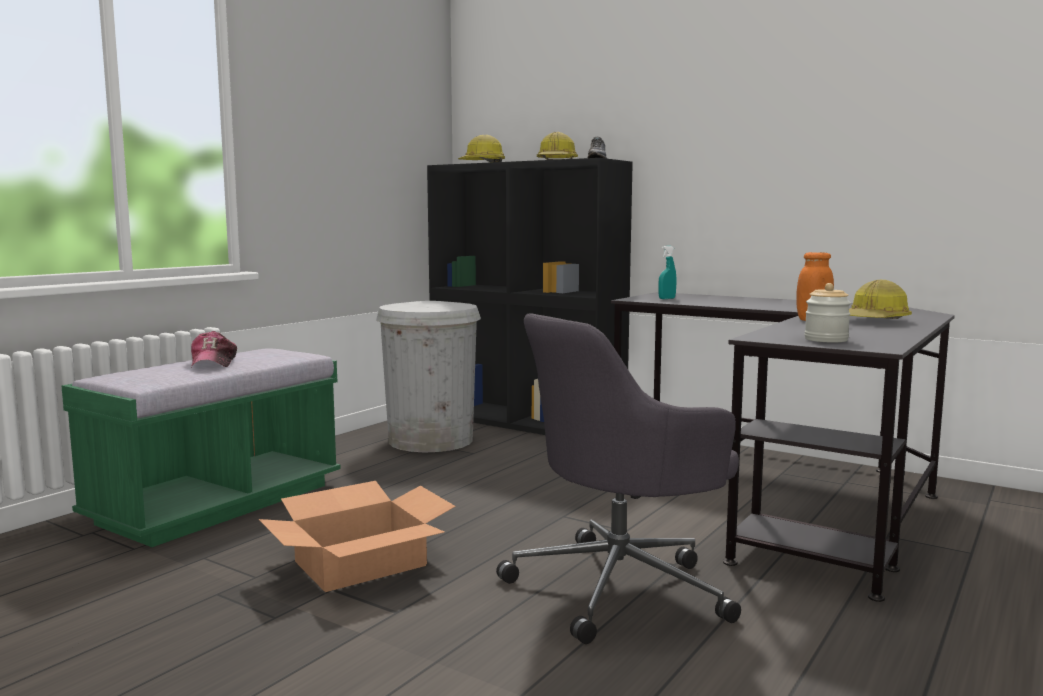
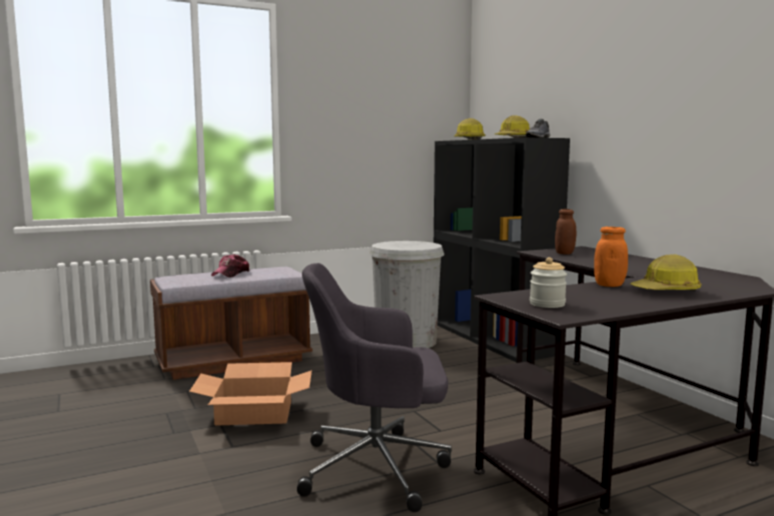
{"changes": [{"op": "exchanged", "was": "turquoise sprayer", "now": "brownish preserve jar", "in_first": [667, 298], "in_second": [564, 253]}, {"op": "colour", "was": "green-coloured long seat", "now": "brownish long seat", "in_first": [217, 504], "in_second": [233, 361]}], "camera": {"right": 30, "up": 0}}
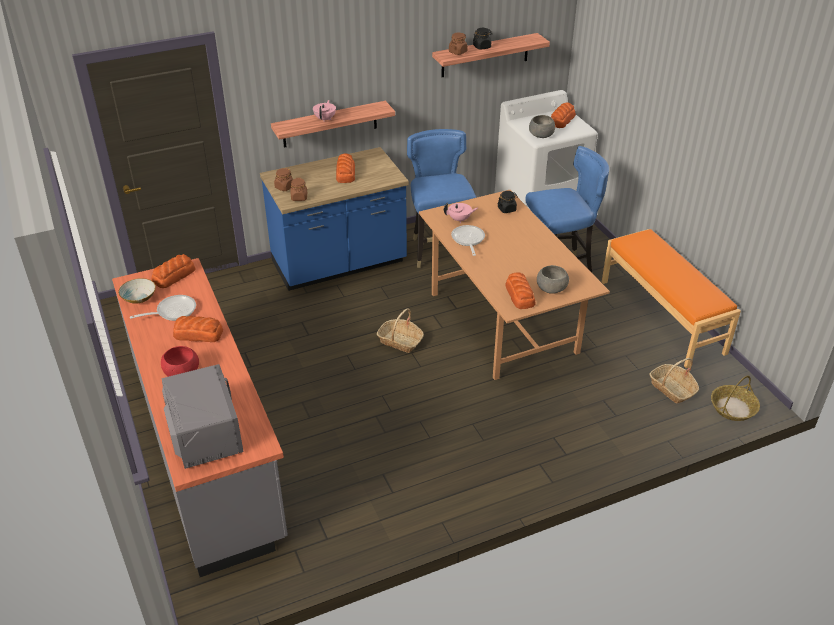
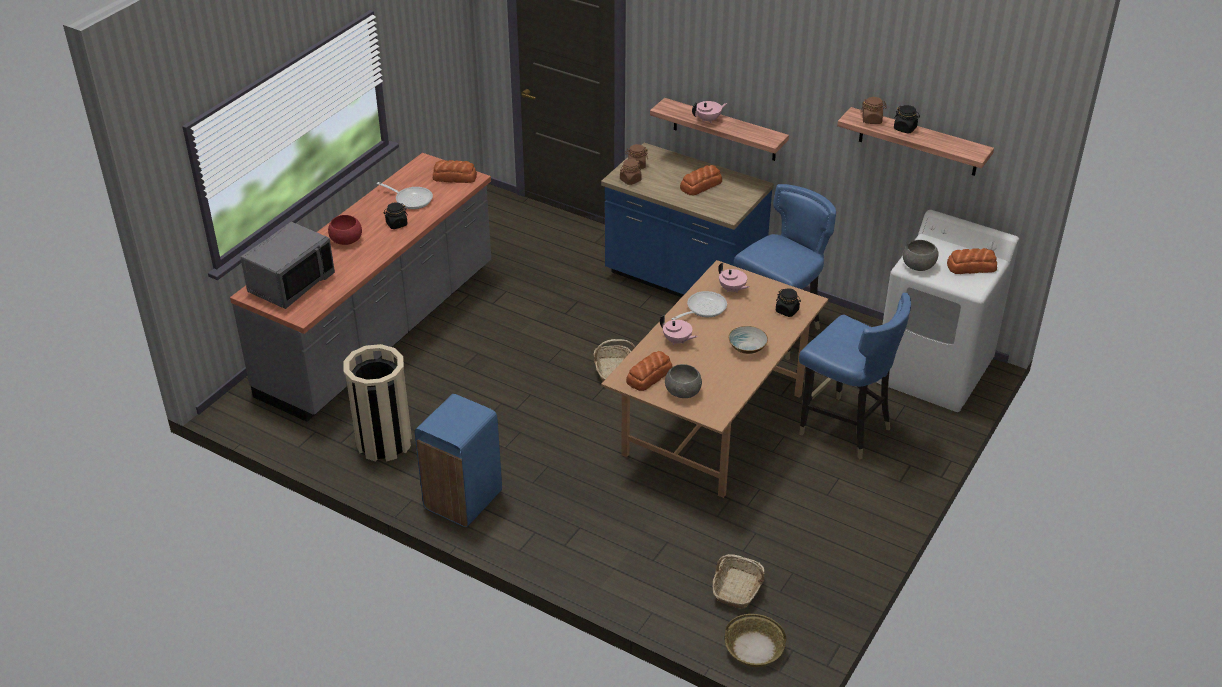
{"changes": [{"op": "missing", "was": "orange long seat", "in_first": [662, 316]}, {"op": "relocated", "was": "serving bowl", "in_first": [138, 298], "in_second": [747, 347]}, {"op": "exchanged", "was": "bakery bread", "now": "black-coloured preserve jar", "in_first": [198, 334], "in_second": [396, 224]}, {"op": "appeared", "now": "pink tea pot", "in_second": [677, 341]}, {"op": "appeared", "now": "beige-coloured waste bin", "in_second": [384, 442]}, {"op": "appeared", "now": "blue waste bin", "in_second": [462, 500]}], "camera": {"right": 55, "up": 0}}
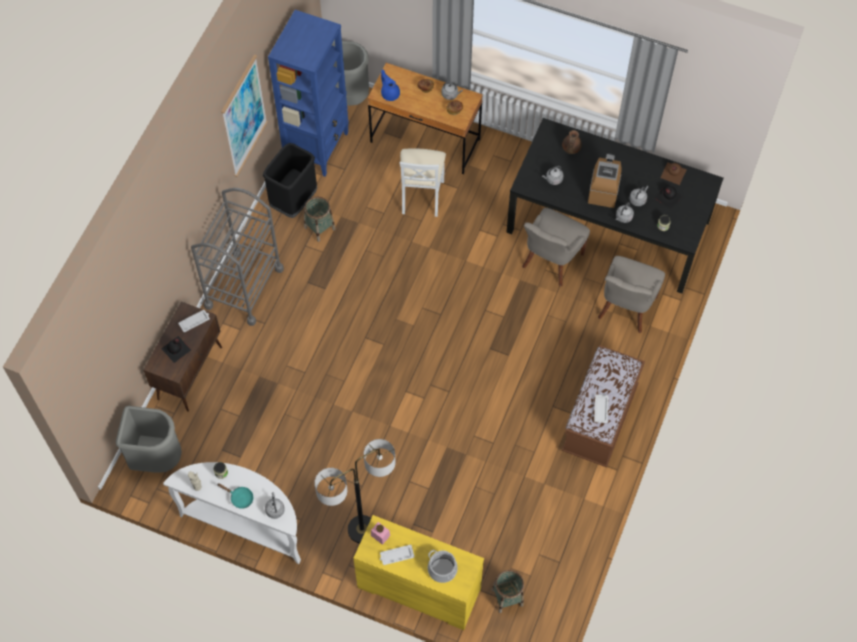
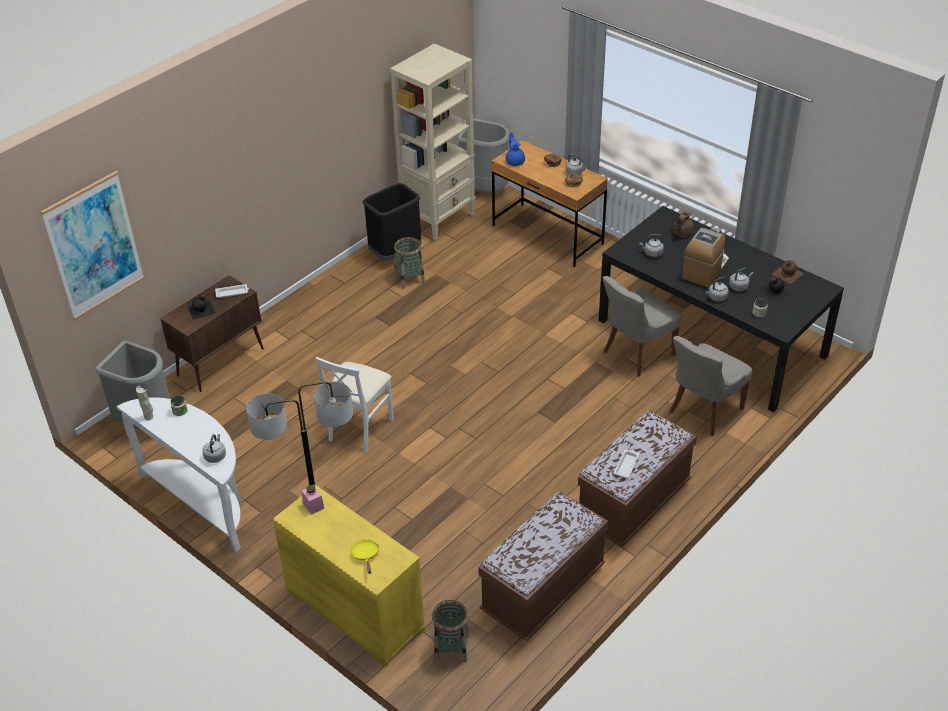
{"changes": [{"op": "colour", "was": "blue bookcase", "now": "beige-coloured bookcase", "in_first": [317, 147], "in_second": [439, 219]}, {"op": "relocated", "was": "picture", "in_first": [244, 116], "in_second": [94, 246]}, {"op": "relocated", "was": "white plain chair", "in_first": [421, 196], "in_second": [360, 428]}, {"op": "missing", "was": "grey trolley", "in_first": [244, 287]}, {"op": "missing", "was": "turquoise skillet", "in_first": [239, 498]}, {"op": "missing", "was": "white tray", "in_first": [396, 556]}, {"op": "exchanged", "was": "saucepot", "now": "yellow-coloured skillet", "in_first": [442, 569], "in_second": [366, 556]}, {"op": "appeared", "now": "brownish long seat", "in_second": [543, 590]}], "camera": {"right": 20, "up": -20}}
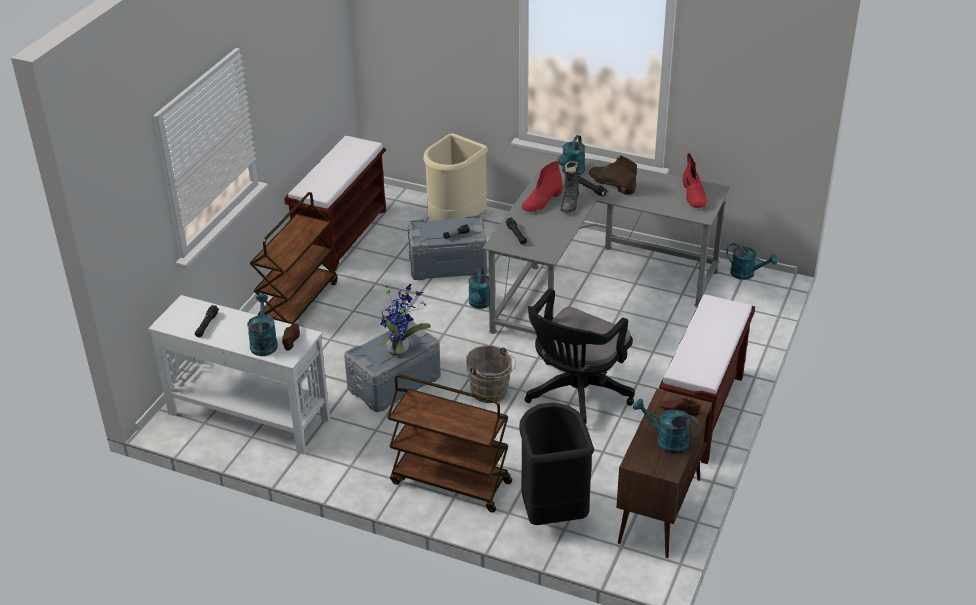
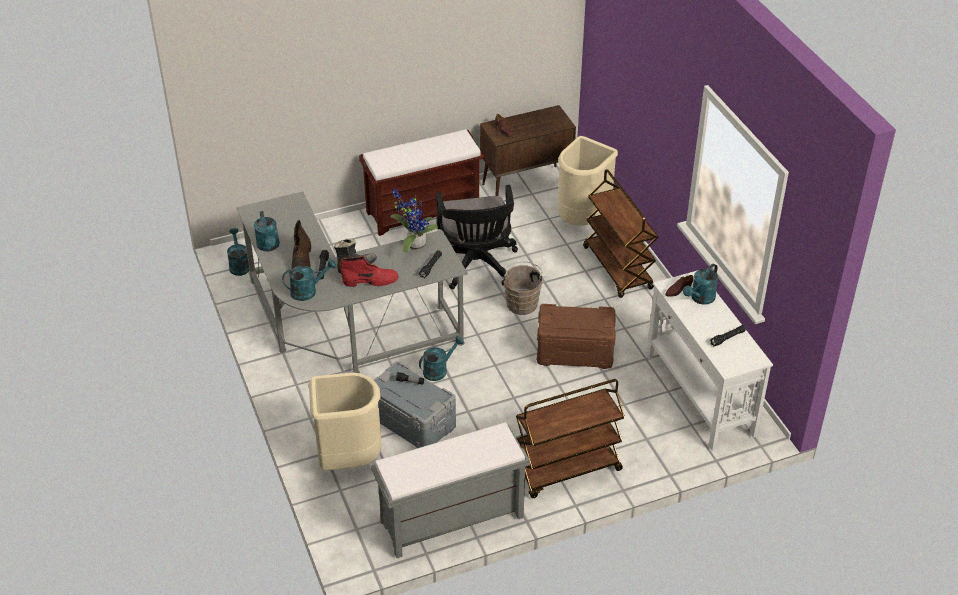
{"changes": [{"op": "colour", "was": "brownish long seat", "now": "grey long seat", "in_first": [342, 235], "in_second": [450, 520]}, {"op": "missing", "was": "red-coloured high-top boot", "in_first": [694, 195]}, {"op": "relocated", "was": "potted plant", "in_first": [401, 349], "in_second": [413, 244]}, {"op": "spun", "was": "black-coloured desk chair", "in_first": [575, 396], "in_second": [475, 266], "clockwise": 90}, {"op": "colour", "was": "grey storage container", "now": "brownish storage container", "in_first": [393, 383], "in_second": [575, 352]}, {"op": "relocated", "was": "turquoise sprinkling can", "in_first": [666, 441], "in_second": [269, 246]}, {"op": "colour", "was": "black-coloured waste bin", "now": "beige-coloured waste bin", "in_first": [552, 512], "in_second": [582, 219]}], "camera": {"right": -135, "up": 5}}
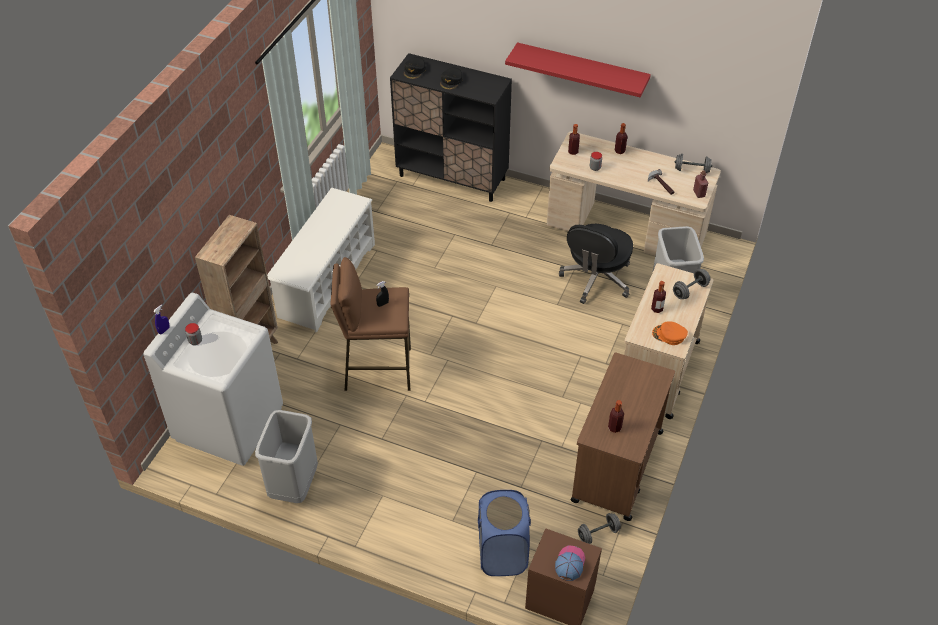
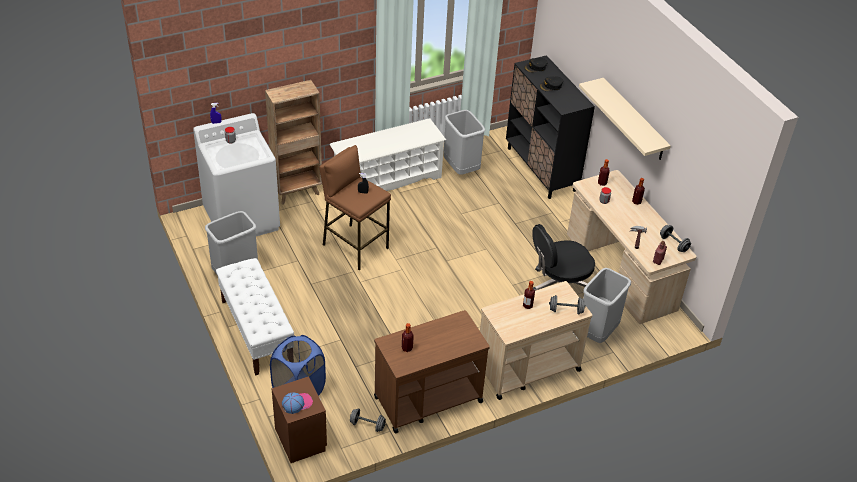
{"changes": [{"op": "colour", "was": "red-coloured bracket shelf", "now": "beige-coloured bracket shelf", "in_first": [581, 69], "in_second": [634, 120]}, {"op": "missing", "was": "orange baseball cap", "in_first": [669, 335]}, {"op": "appeared", "now": "grey waste bin", "in_second": [461, 168]}, {"op": "appeared", "now": "white long seat", "in_second": [256, 331]}], "camera": {"right": 40, "up": -5}}
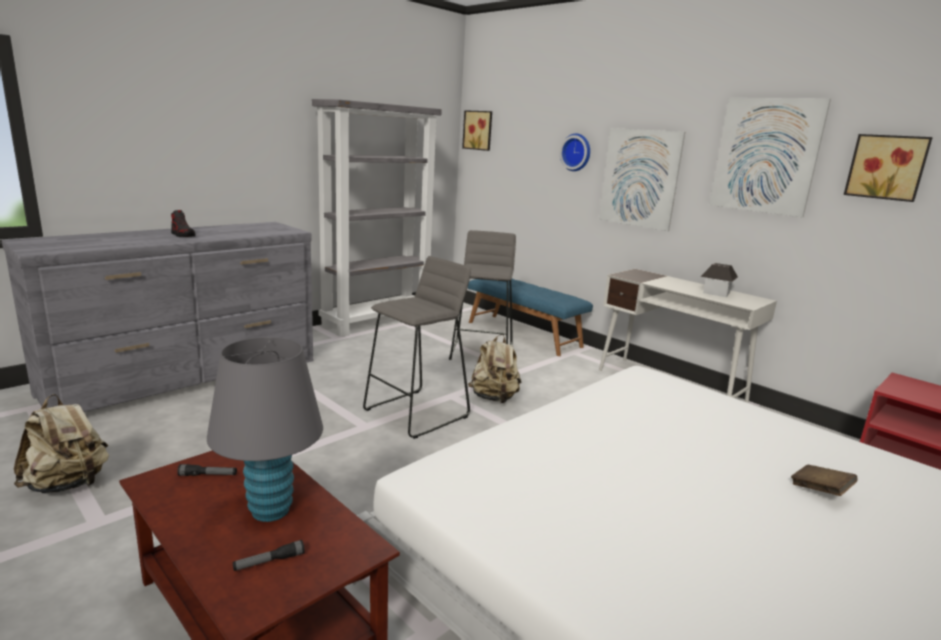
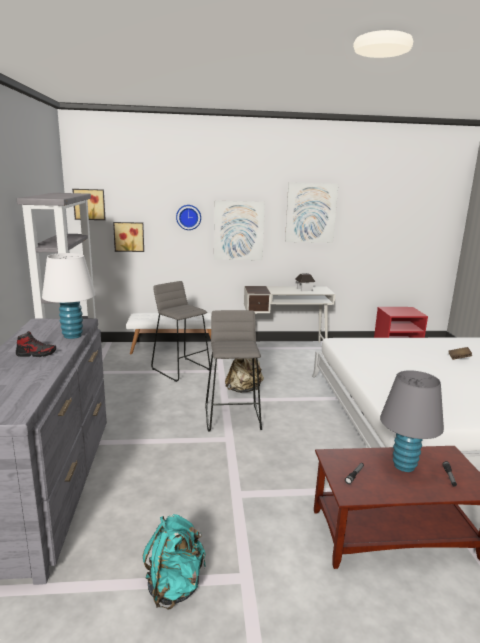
{"changes": [{"op": "relocated", "was": "picture", "in_first": [886, 167], "in_second": [129, 236]}, {"op": "colour", "was": "blue long seat", "now": "white long seat", "in_first": [524, 334], "in_second": [174, 348]}, {"op": "colour", "was": "beige-coloured rucksack", "now": "turquoise rucksack", "in_first": [68, 484], "in_second": [175, 586]}, {"op": "appeared", "now": "white table lamp", "in_second": [72, 336]}], "camera": {"right": -50, "up": 0}}
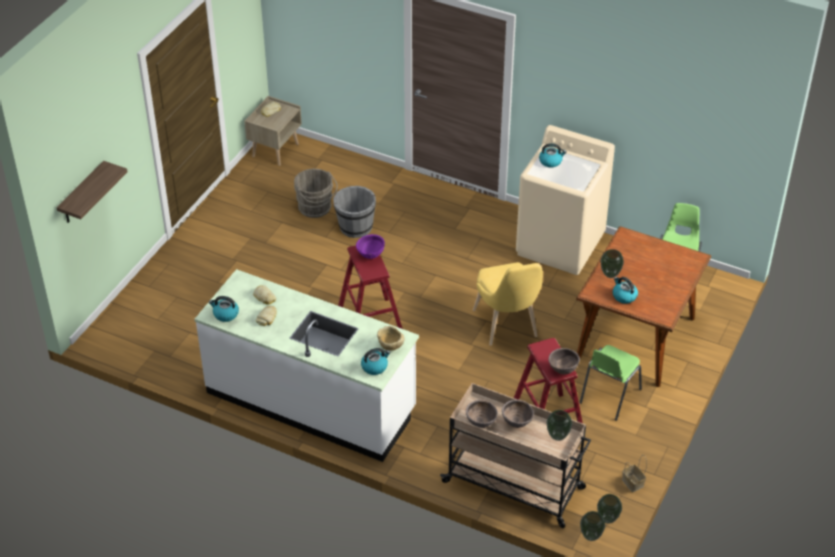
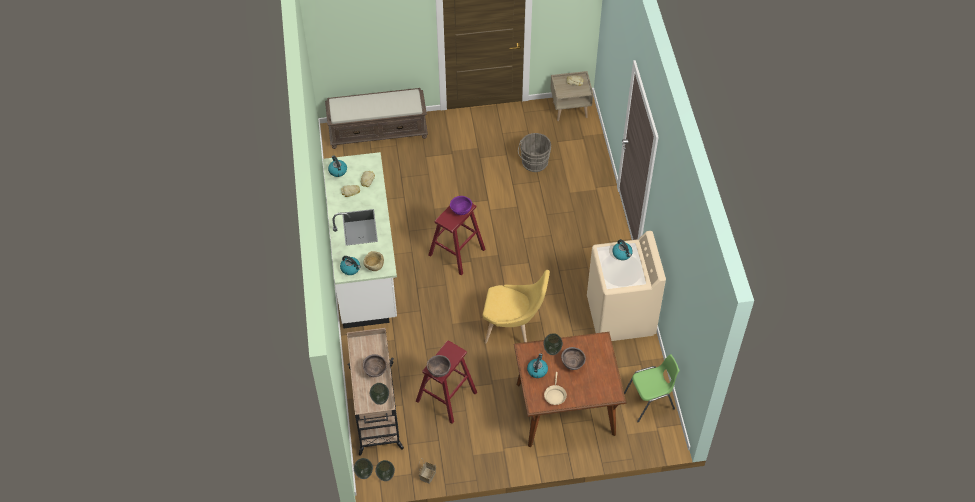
{"changes": [{"op": "missing", "was": "bracket shelf", "in_first": [82, 194]}, {"op": "missing", "was": "grey water bucket", "in_first": [355, 227]}, {"op": "spun", "was": "yellow-coloured plain chair", "in_first": [507, 327], "in_second": [513, 329], "clockwise": -120}, {"op": "missing", "was": "green-coloured plain chair", "in_first": [609, 396]}, {"op": "relocated", "was": "brownish serving bowl", "in_first": [481, 423], "in_second": [572, 364]}, {"op": "appeared", "now": "brownish long seat", "in_second": [378, 131]}, {"op": "appeared", "now": "beige-coloured skillet", "in_second": [555, 395]}], "camera": {"right": 55, "up": 10}}
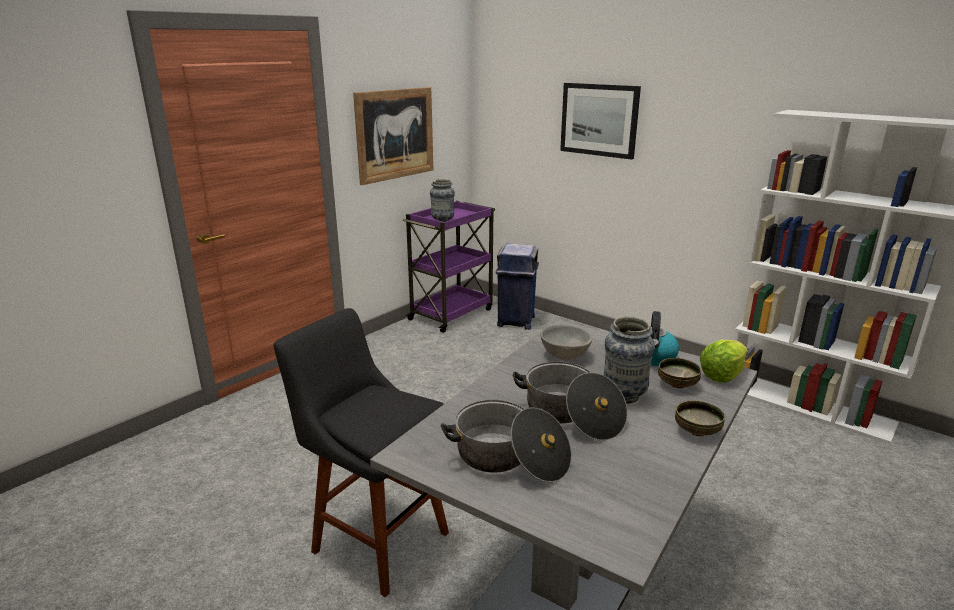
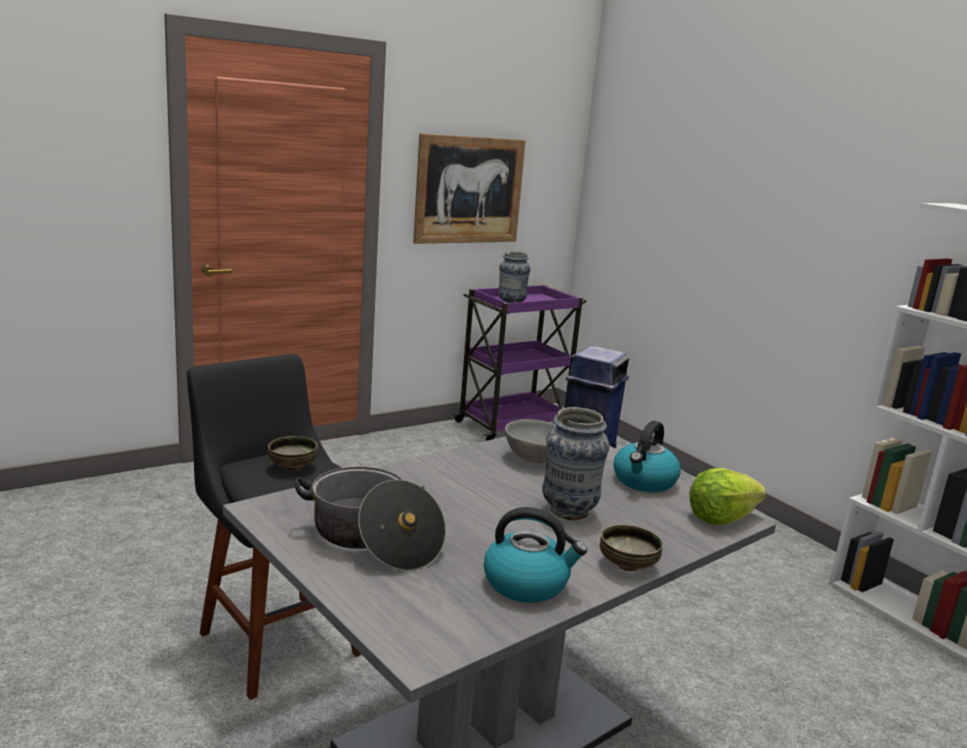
{"changes": [{"op": "missing", "was": "picture", "in_first": [599, 120]}, {"op": "relocated", "was": "serving bowl", "in_first": [678, 385], "in_second": [293, 467]}, {"op": "missing", "was": "saucepot", "in_first": [571, 415]}, {"op": "appeared", "now": "tea kettle", "in_second": [527, 583]}], "camera": {"right": 15, "up": -5}}
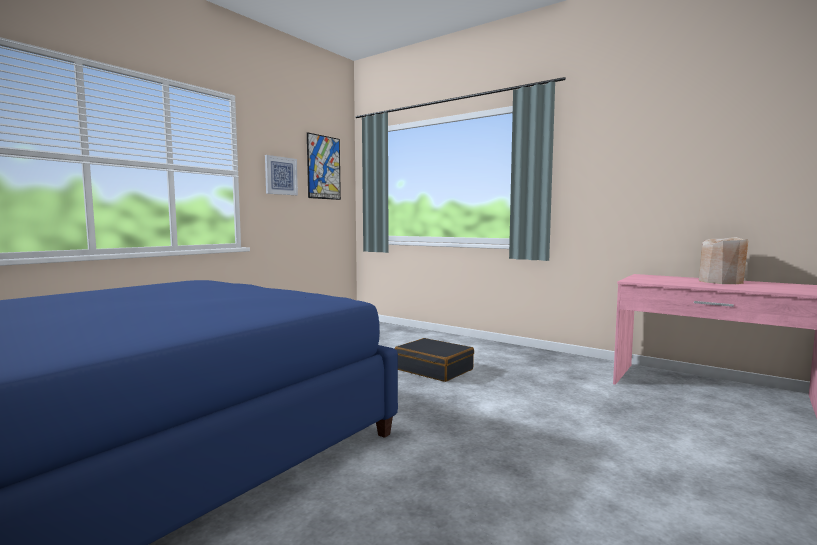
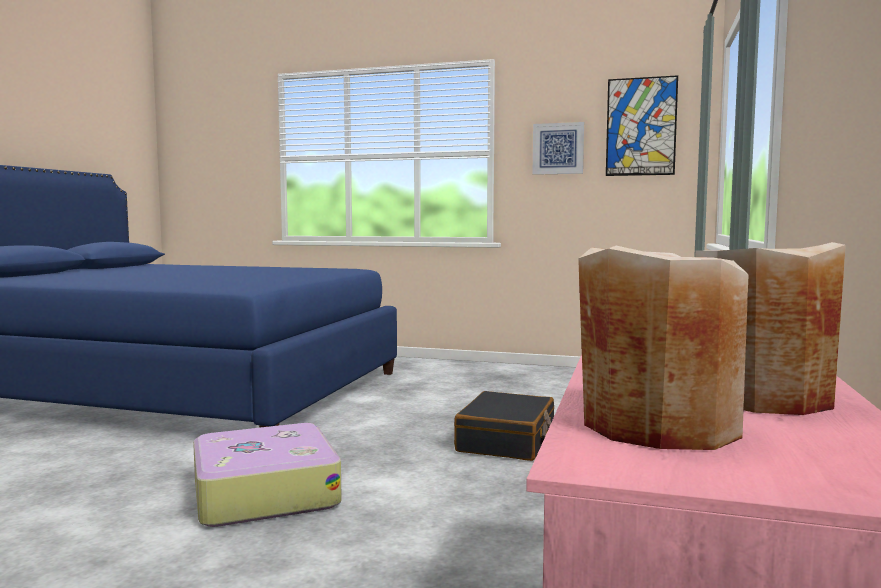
{"changes": [{"op": "appeared", "now": "beige-coloured decorative vase", "in_second": [657, 425]}, {"op": "appeared", "now": "travel case", "in_second": [264, 493]}], "camera": {"right": 70, "up": 0}}
